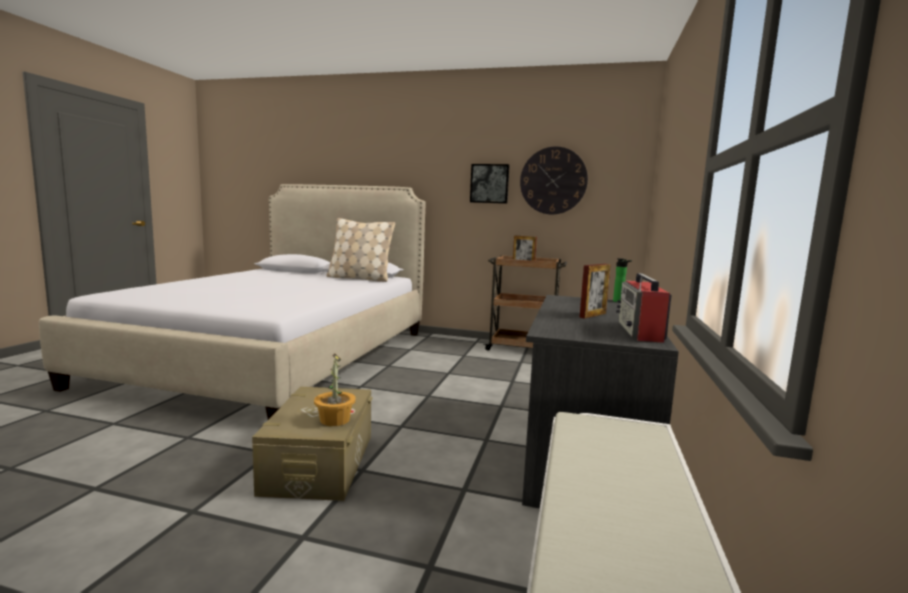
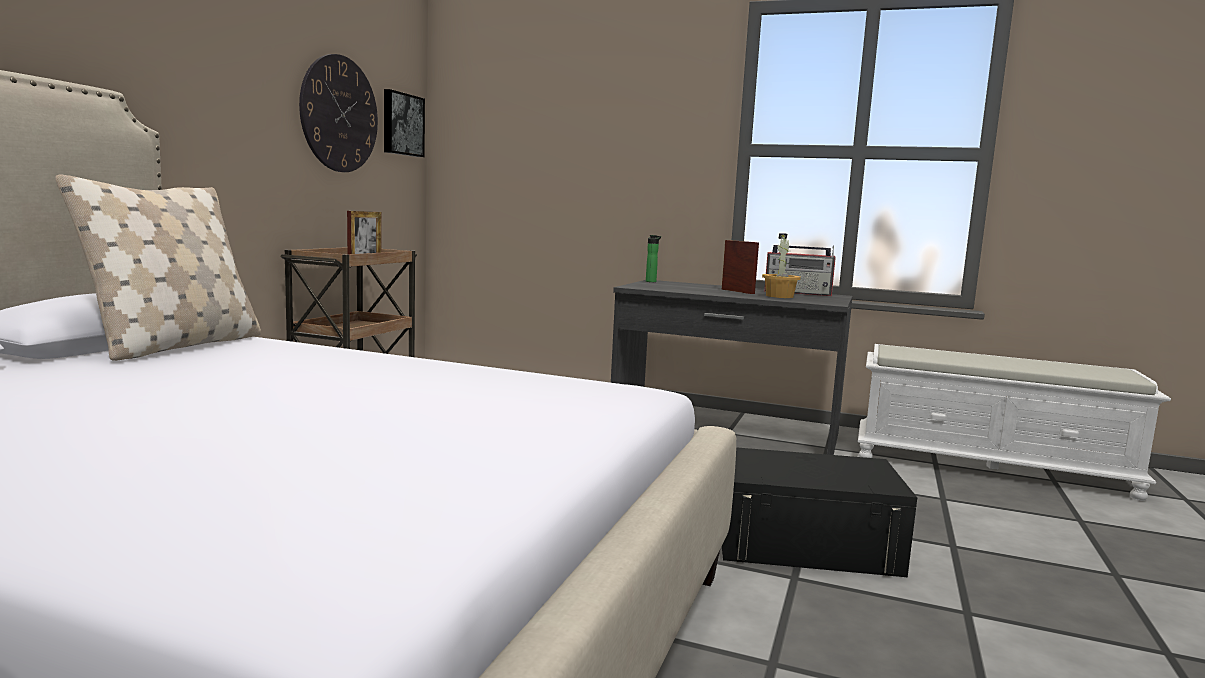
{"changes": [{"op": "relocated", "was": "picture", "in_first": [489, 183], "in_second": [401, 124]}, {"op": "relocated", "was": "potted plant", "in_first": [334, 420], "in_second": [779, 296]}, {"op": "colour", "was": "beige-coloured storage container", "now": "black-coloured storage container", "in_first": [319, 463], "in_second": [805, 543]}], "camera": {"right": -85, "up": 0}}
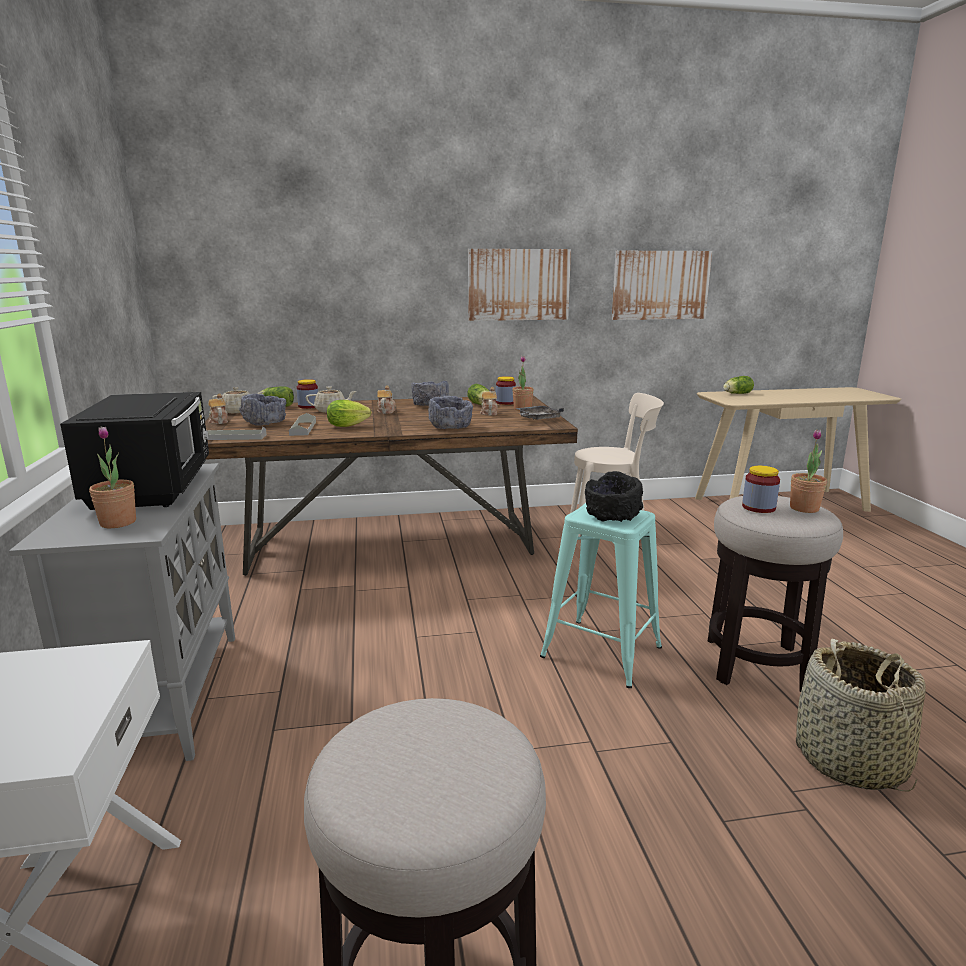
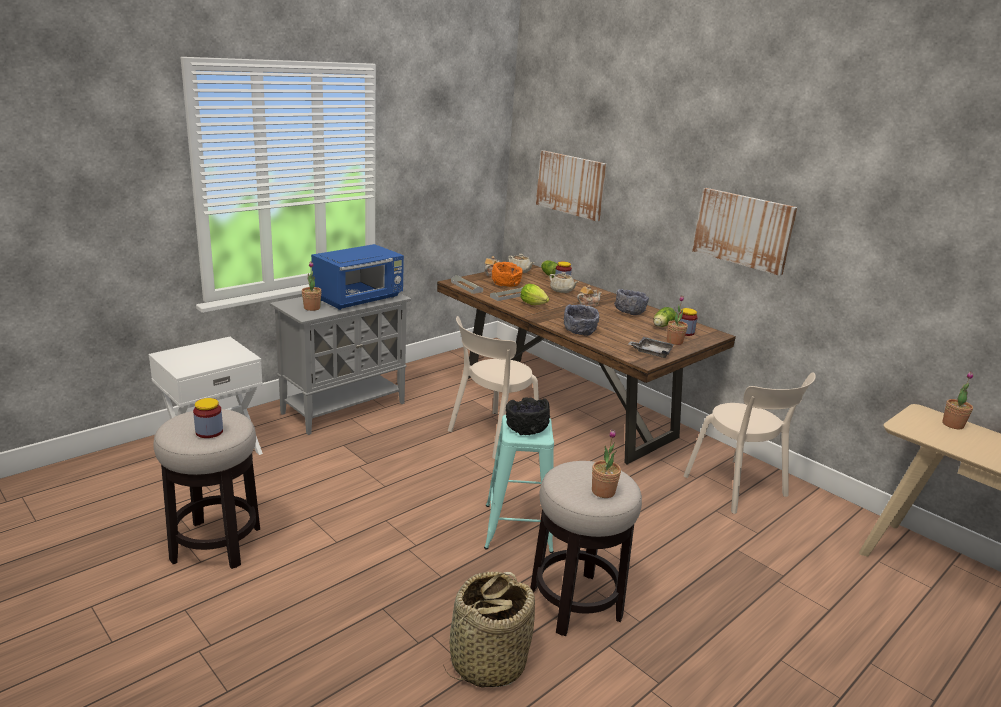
{"changes": [{"op": "relocated", "was": "picture", "in_first": [660, 285], "in_second": [571, 184]}, {"op": "exchanged", "was": "lettuce", "now": "potted plant", "in_first": [736, 394], "in_second": [952, 425]}, {"op": "missing", "was": "tea pot", "in_first": [489, 413]}, {"op": "colour", "was": "black-coloured microwave", "now": "blue microwave", "in_first": [154, 487], "in_second": [359, 299]}, {"op": "colour", "was": "grey serving bowl", "now": "orange serving bowl", "in_first": [264, 423], "in_second": [506, 284]}, {"op": "relocated", "was": "preserve jar", "in_first": [758, 507], "in_second": [209, 432]}, {"op": "appeared", "now": "beige-coloured plain chair", "in_second": [491, 436]}], "camera": {"right": 55, "up": 5}}
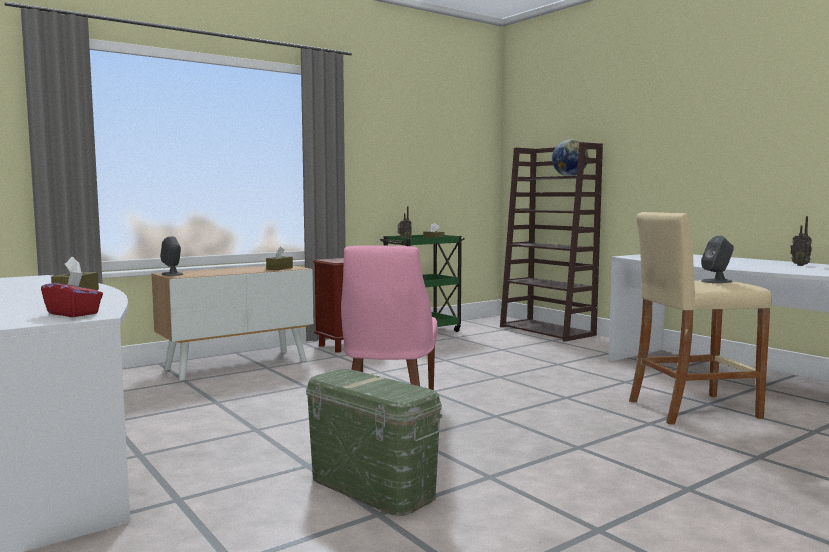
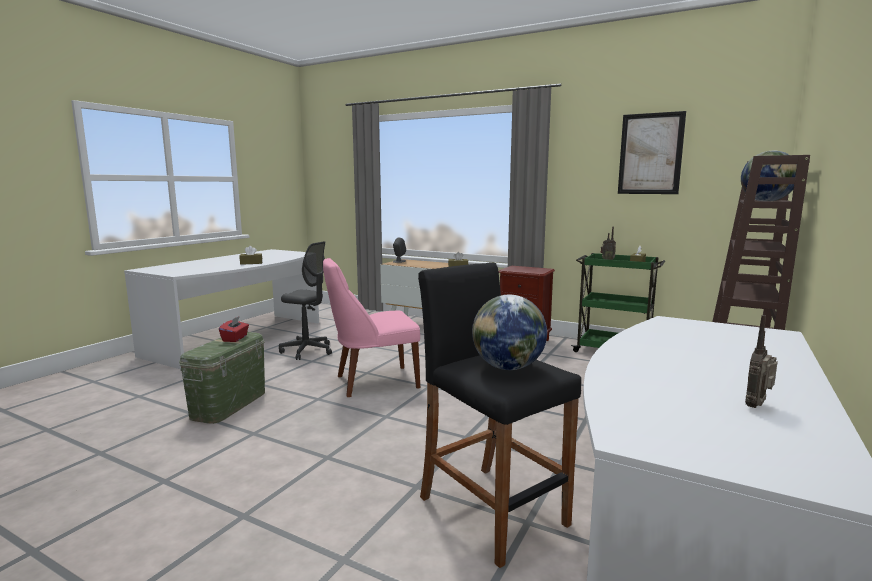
{"changes": [{"op": "colour", "was": "beige-coloured stool seat", "now": "black-coloured stool seat", "in_first": [692, 409], "in_second": [491, 510]}, {"op": "exchanged", "was": "grey speaker", "now": "globe", "in_first": [717, 281], "in_second": [508, 367]}, {"op": "relocated", "was": "red-coloured tissue holder", "in_first": [73, 314], "in_second": [235, 338]}, {"op": "appeared", "now": "picture", "in_second": [650, 154]}, {"op": "appeared", "now": "grey desk chair", "in_second": [307, 351]}], "camera": {"right": 65, "up": 5}}
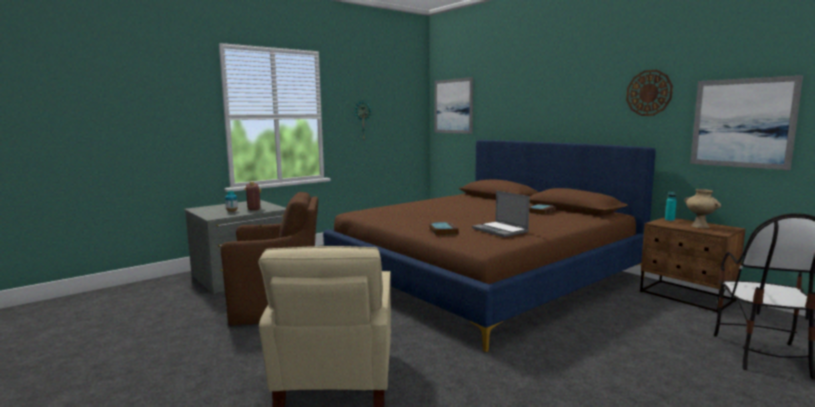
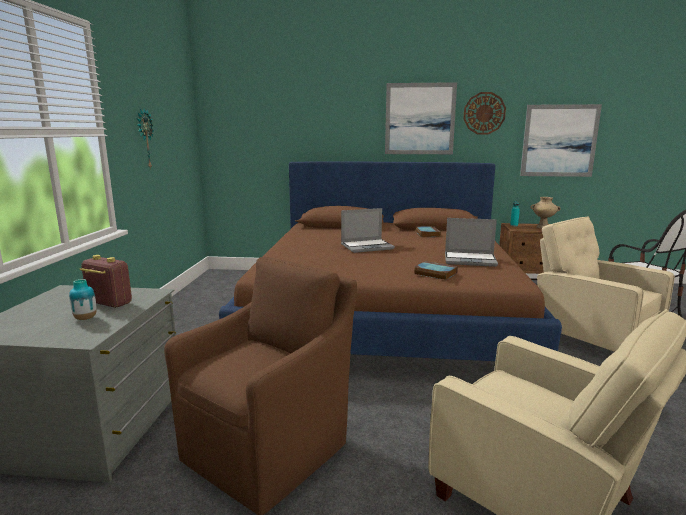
{"changes": [{"op": "relocated", "was": "picture", "in_first": [453, 106], "in_second": [420, 119]}, {"op": "appeared", "now": "notebook computer", "in_second": [367, 247]}, {"op": "appeared", "now": "beige-coloured lounge chair", "in_second": [591, 338]}], "camera": {"right": -45, "up": 5}}
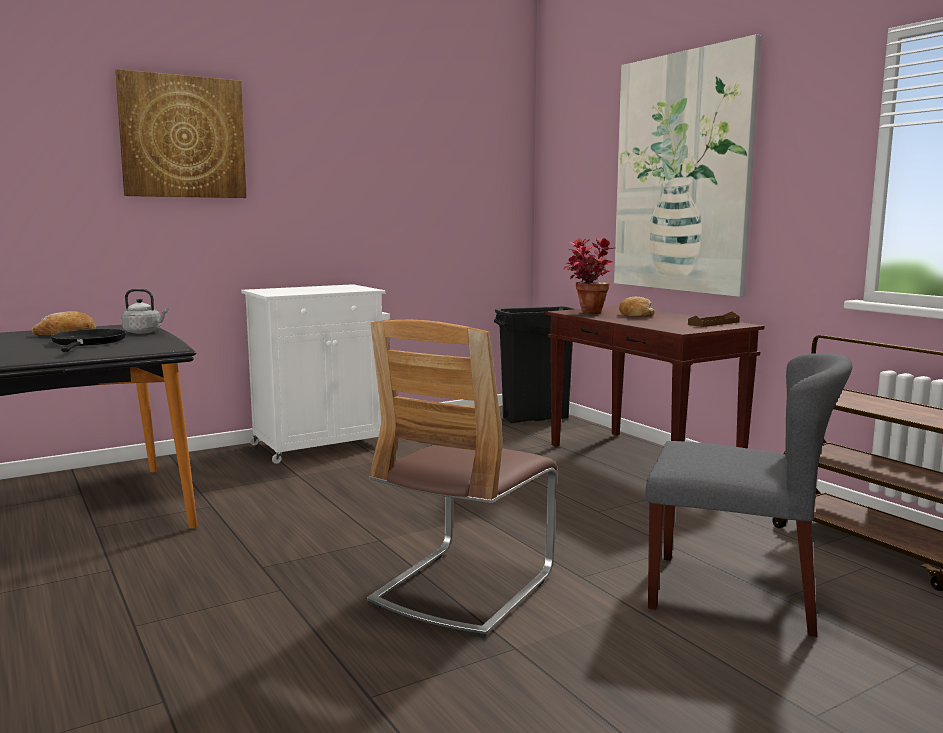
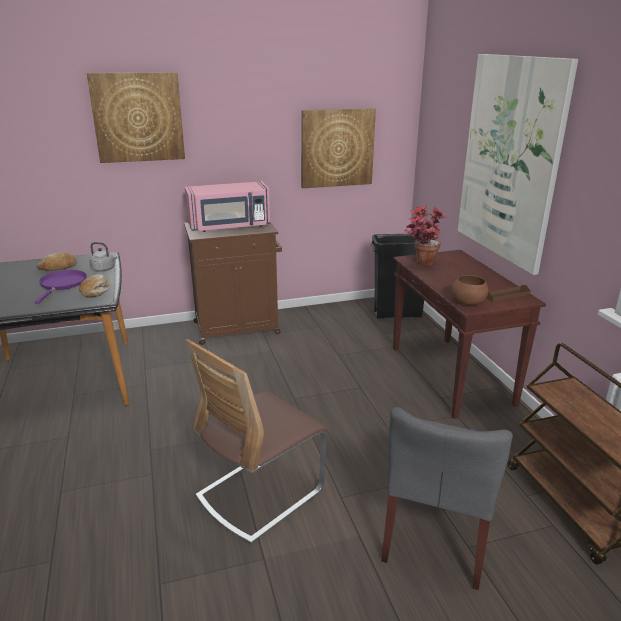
{"changes": [{"op": "colour", "was": "white cabinet", "now": "brownish cabinet", "in_first": [321, 445], "in_second": [238, 328]}, {"op": "relocated", "was": "bakery bread", "in_first": [635, 315], "in_second": [96, 291]}, {"op": "colour", "was": "black-coloured skillet", "now": "purple skillet", "in_first": [88, 343], "in_second": [62, 284]}, {"op": "spun", "was": "grey plain chair", "in_first": [734, 593], "in_second": [437, 534], "clockwise": 75}, {"op": "appeared", "now": "picture", "in_second": [337, 148]}, {"op": "appeared", "now": "pink microwave", "in_second": [229, 226]}, {"op": "appeared", "now": "brownish serving bowl", "in_second": [468, 303]}], "camera": {"right": 15, "up": 15}}
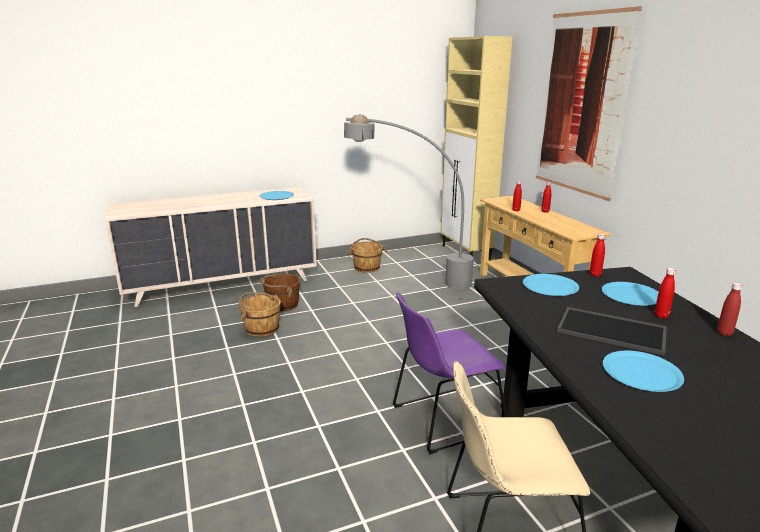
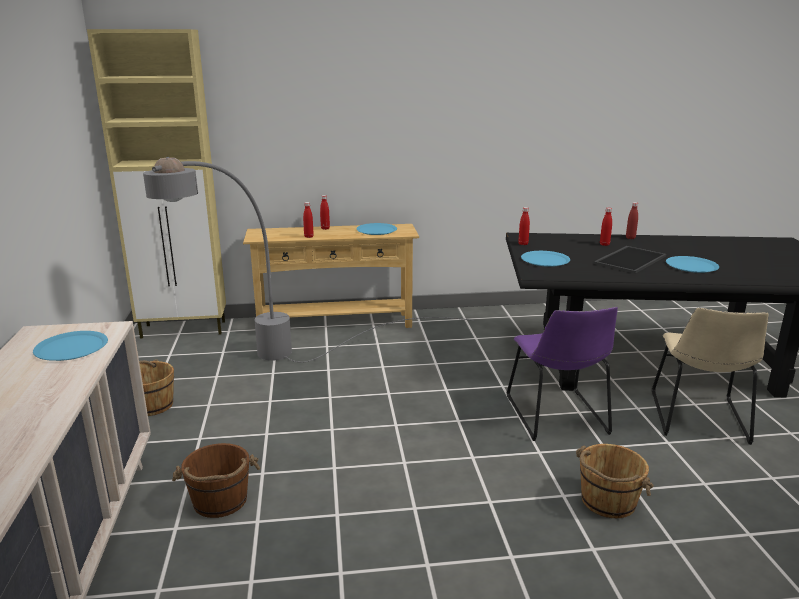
{"changes": [{"op": "missing", "was": "picture", "in_first": [581, 104]}, {"op": "relocated", "was": "blue plate", "in_first": [631, 295], "in_second": [376, 230]}, {"op": "relocated", "was": "brownish water bucket", "in_first": [261, 328], "in_second": [607, 501]}], "camera": {"right": -75, "up": 0}}
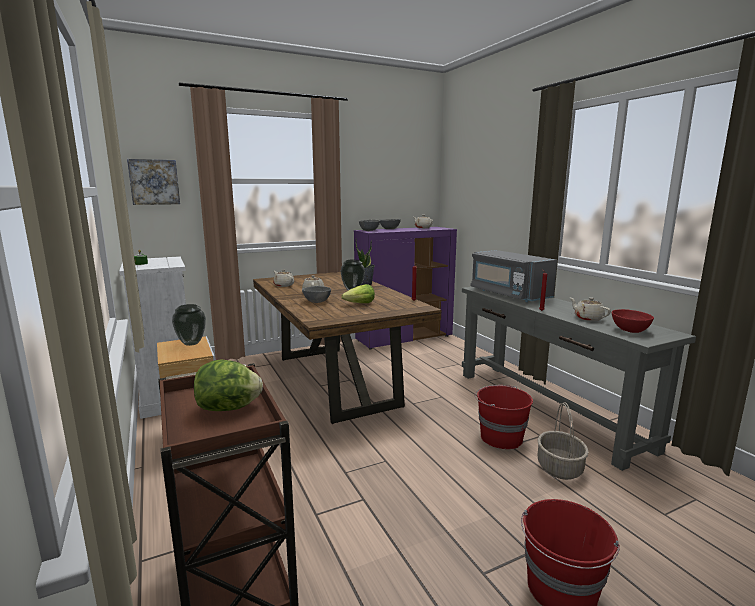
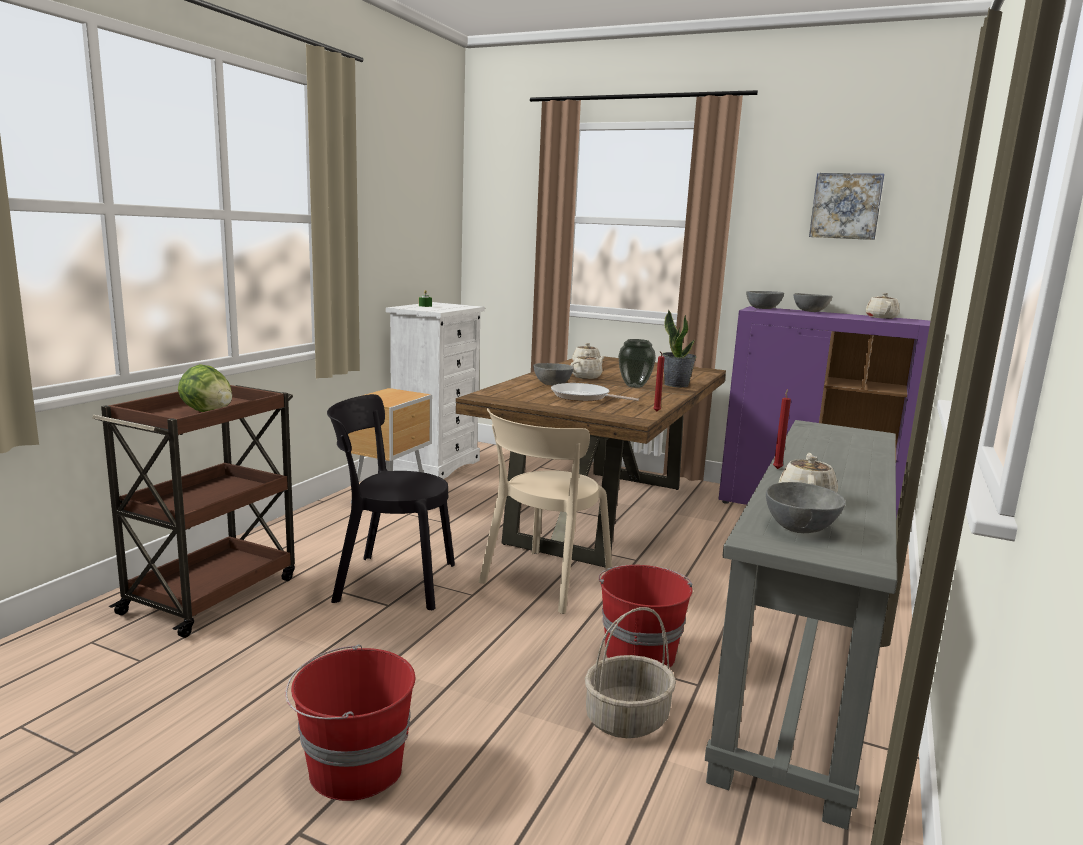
{"changes": [{"op": "relocated", "was": "picture", "in_first": [154, 182], "in_second": [846, 206]}, {"op": "missing", "was": "grey microwave", "in_first": [508, 294]}, {"op": "exchanged", "was": "lettuce", "now": "skillet", "in_first": [360, 304], "in_second": [583, 397]}, {"op": "missing", "was": "decorative vase", "in_first": [191, 343]}, {"op": "colour", "was": "red-coloured serving bowl", "now": "grey serving bowl", "in_first": [629, 330], "in_second": [800, 527]}, {"op": "appeared", "now": "black-coloured plain chair", "in_second": [389, 581]}, {"op": "appeared", "now": "beige-coloured plain chair", "in_second": [543, 582]}], "camera": {"right": 50, "up": 0}}
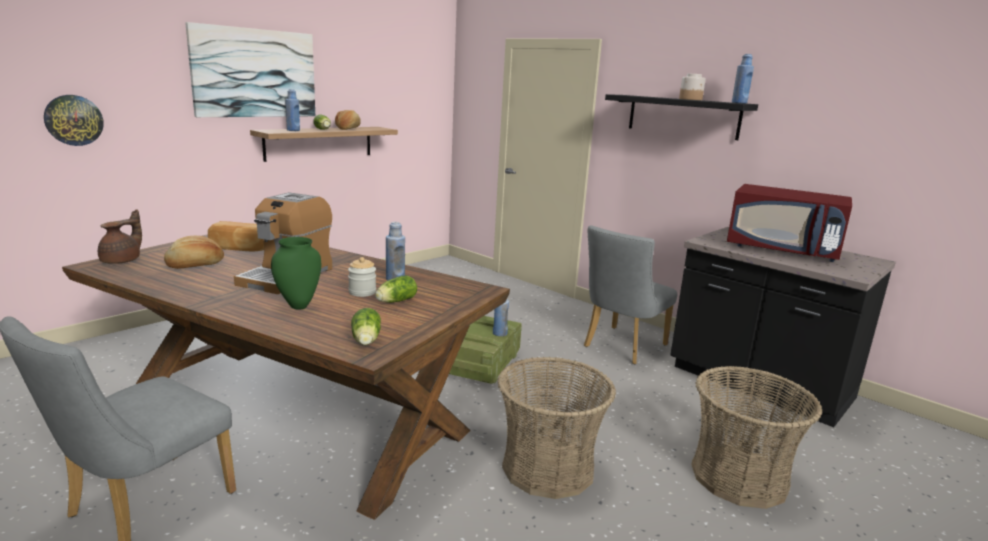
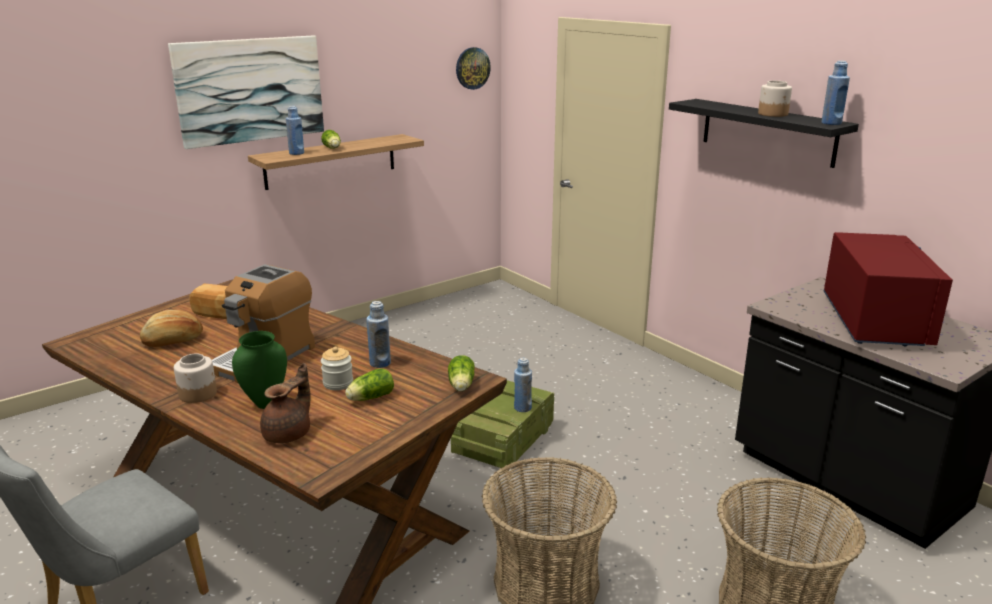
{"changes": [{"op": "relocated", "was": "hanging clock", "in_first": [73, 120], "in_second": [472, 68]}, {"op": "missing", "was": "bakery bread", "in_first": [348, 128]}, {"op": "spun", "was": "red-coloured microwave", "in_first": [783, 250], "in_second": [873, 322], "clockwise": -120}, {"op": "relocated", "was": "brownish tea pot", "in_first": [122, 261], "in_second": [289, 434]}, {"op": "missing", "was": "grey plain chair", "in_first": [621, 347]}, {"op": "relocated", "was": "lettuce", "in_first": [366, 341], "in_second": [461, 386]}, {"op": "appeared", "now": "preserve jar", "in_second": [198, 394]}], "camera": {"right": 10, "up": 5}}
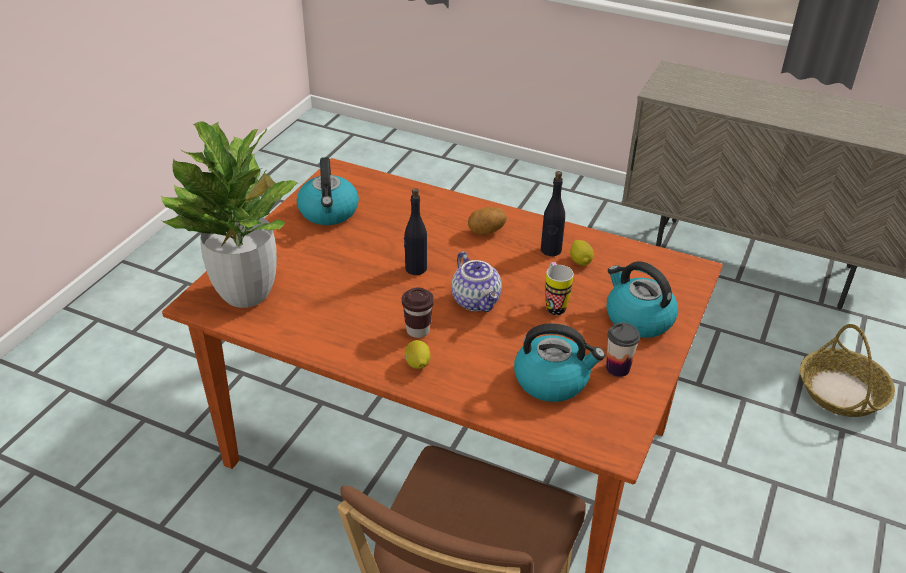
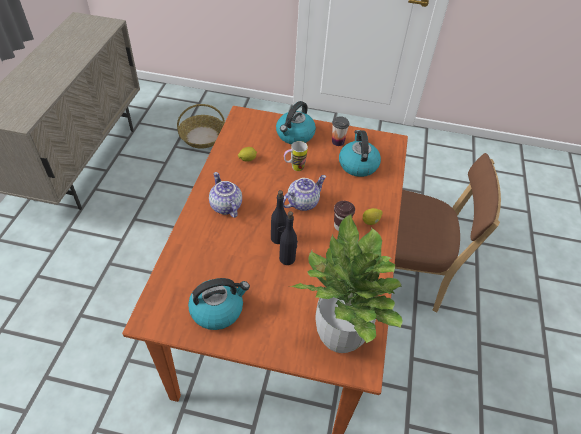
{"changes": [{"op": "relocated", "was": "black-coloured drink bottle", "in_first": [551, 250], "in_second": [287, 259]}, {"op": "exchanged", "was": "whole potato", "now": "tea pot", "in_first": [486, 232], "in_second": [225, 206]}], "camera": {"right": -105, "up": 10}}
